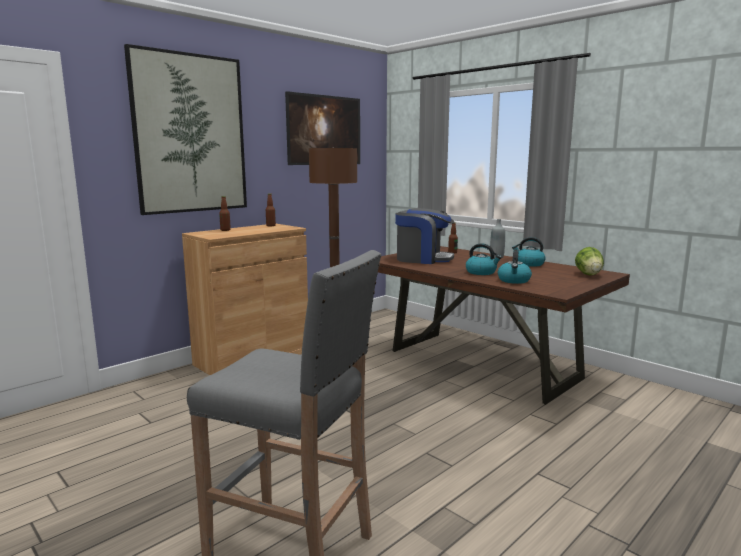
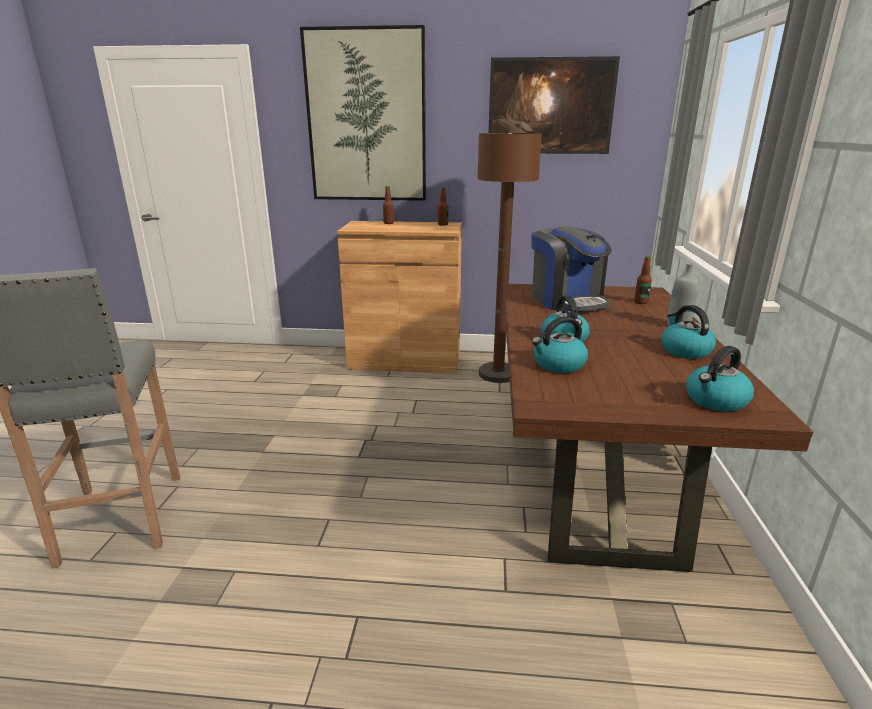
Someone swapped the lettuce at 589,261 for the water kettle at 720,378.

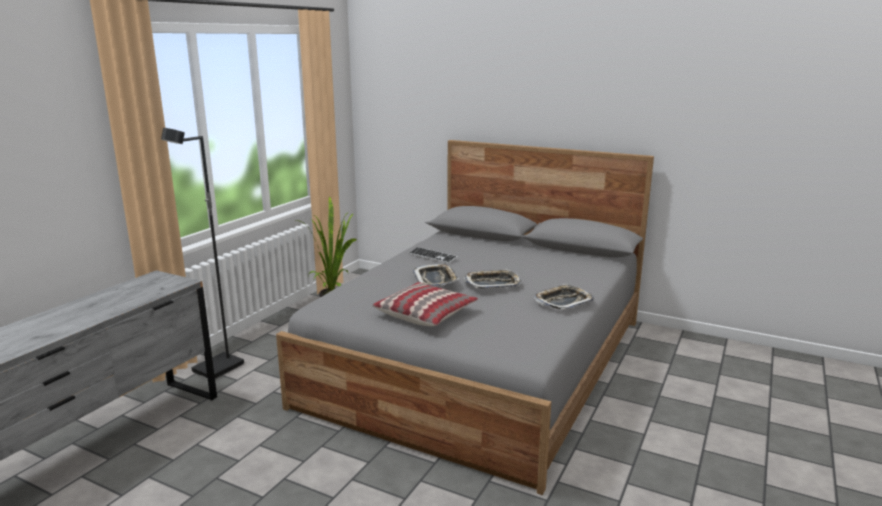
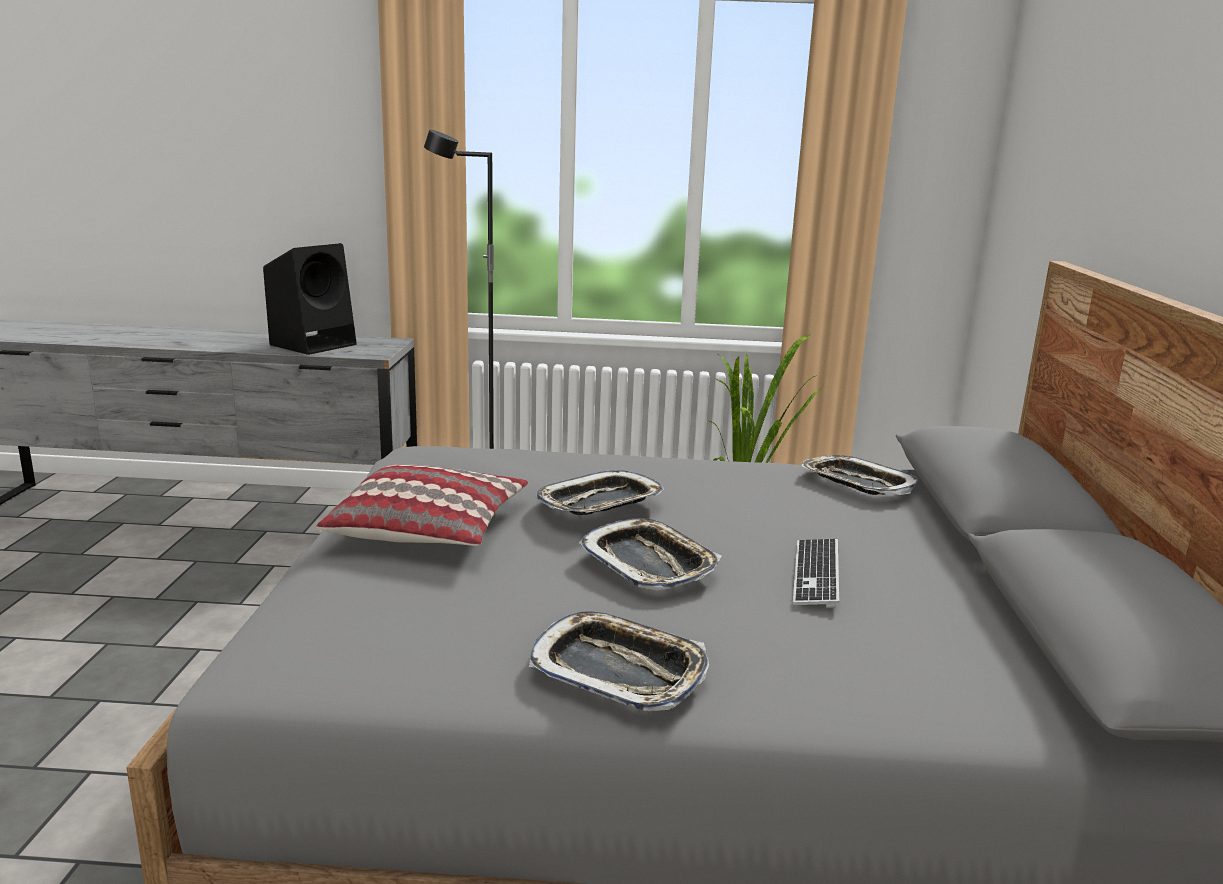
Someone carried the PC keyboard from 433,255 to 816,573.
Someone put down the blackish loudspeaker at 310,299.
Someone put down the carrying tray at 860,475.

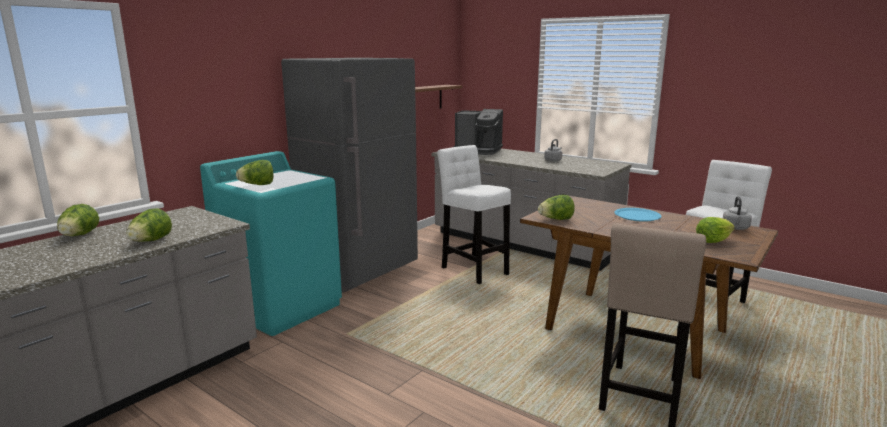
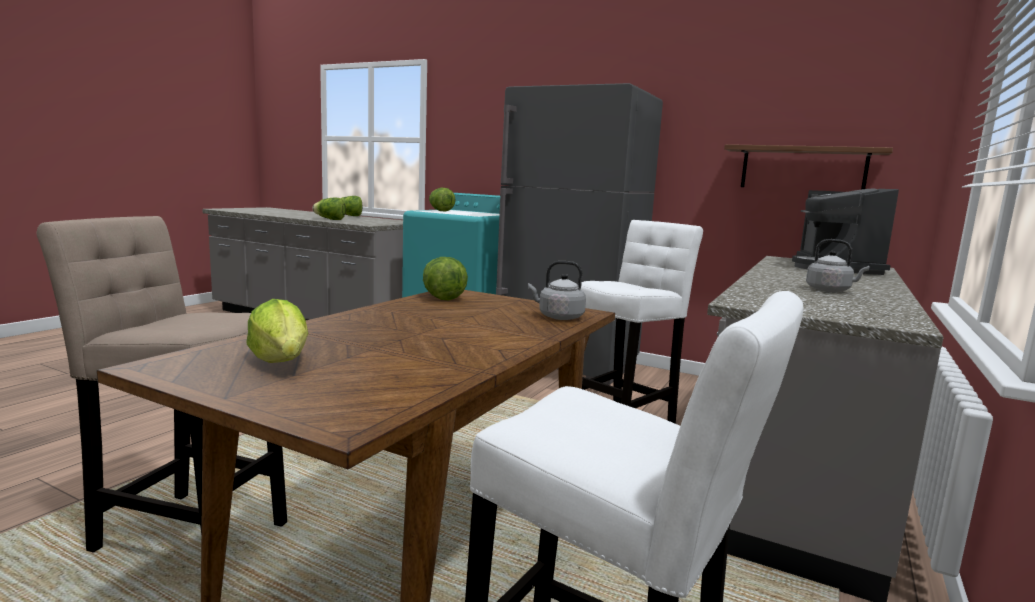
Someone carried the greyish water kettle from 737,213 to 557,290.
Someone took away the blue flat dish at 638,215.

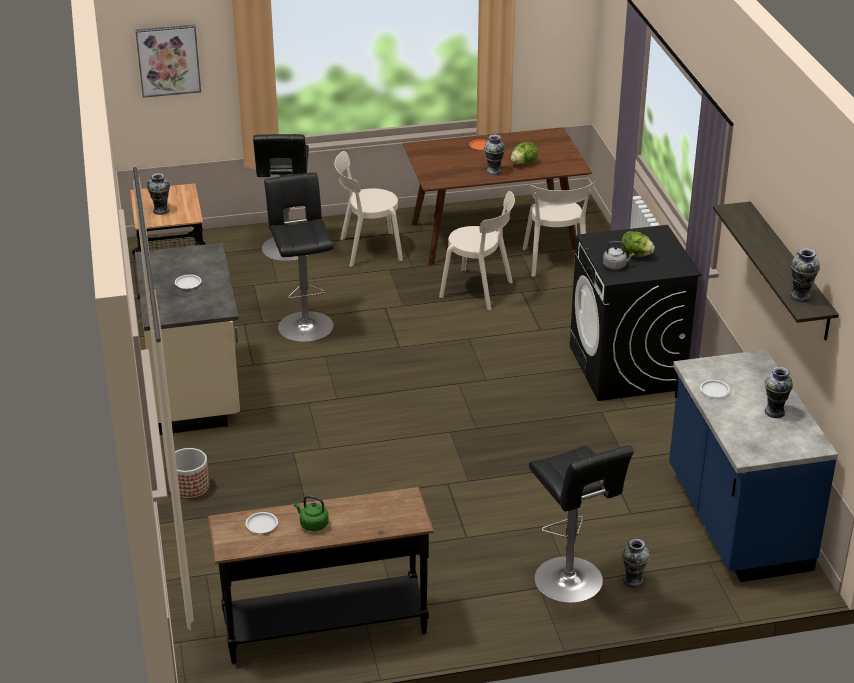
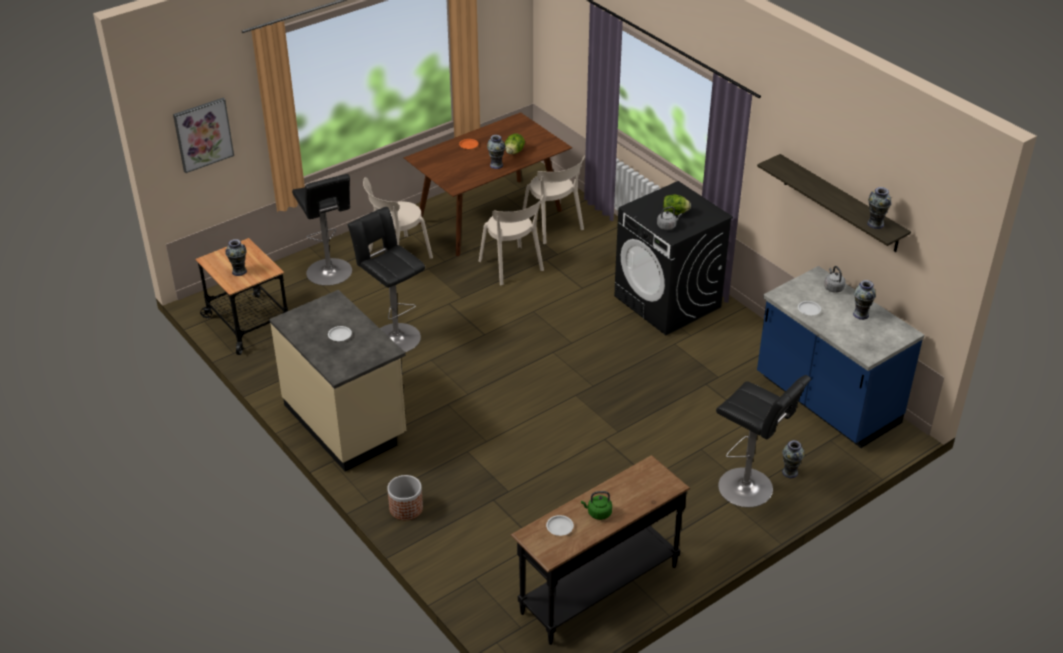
Someone rotated the sand-coloured chair at 477,250 by 60 degrees clockwise.
Someone put down the greyish water kettle at 835,279.

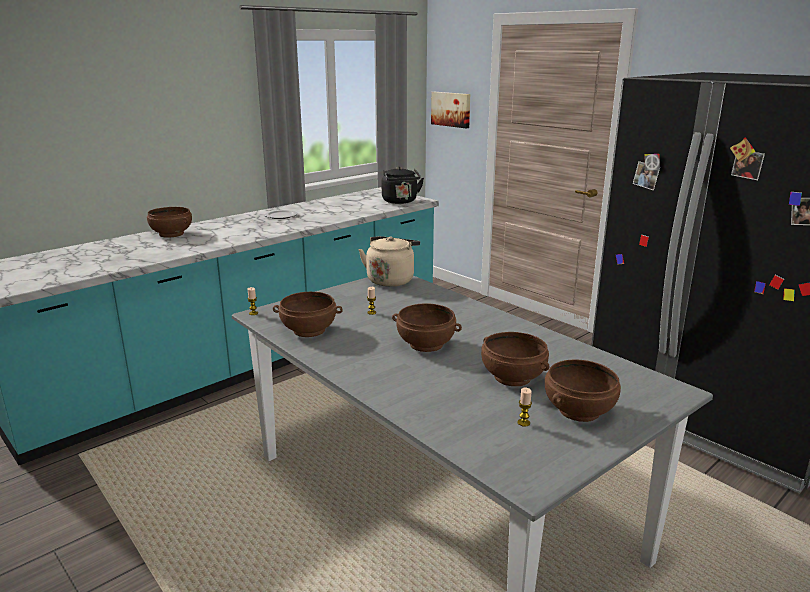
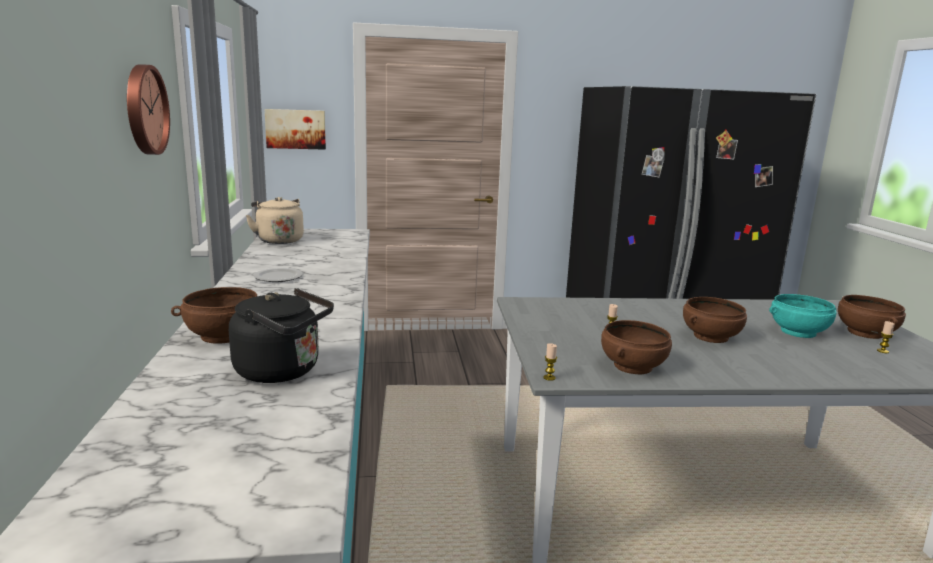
Someone carried the blackish water kettle from 403,185 to 281,335.
Someone carried the sand-coloured water kettle from 389,261 to 275,220.
Someone repainted the brown-coloured deep dish at 515,359, which became the turquoise deep dish at 802,316.
Someone put up the wall clock at 148,109.

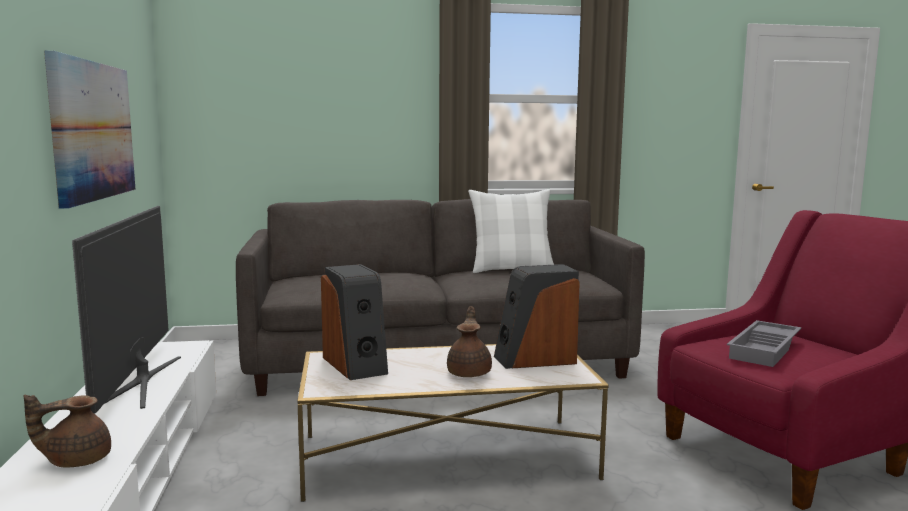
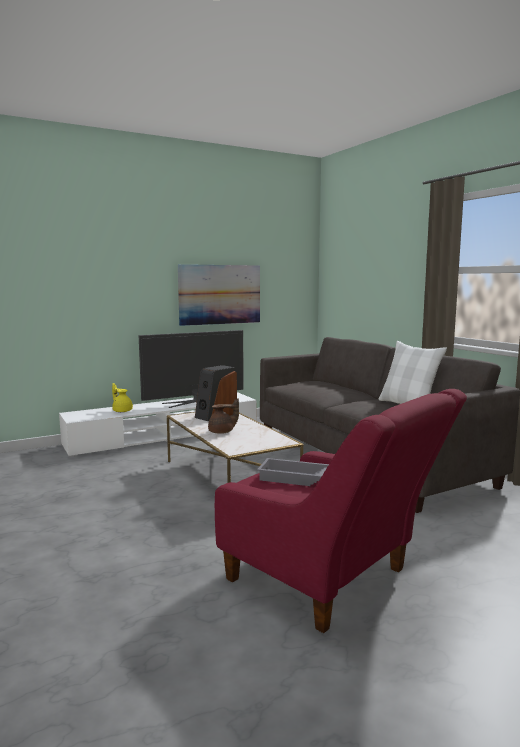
Someone took away the loudspeaker at 537,316.
Someone repainted the brown-coloured tea pot at 67,431, which became the yellowish tea pot at 122,397.

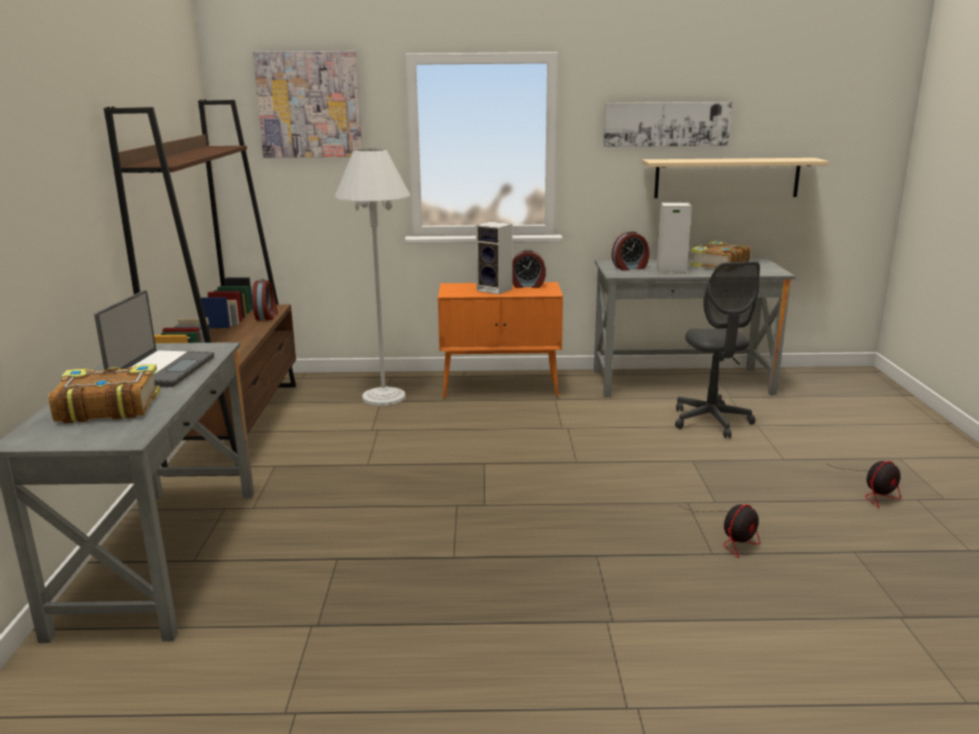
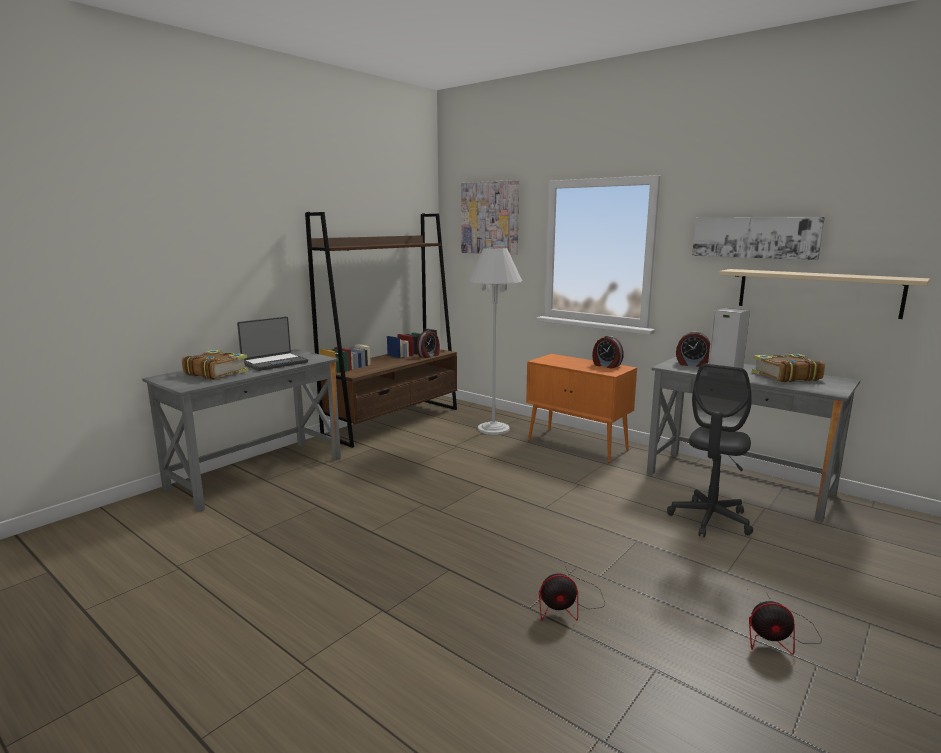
Someone took away the loudspeaker at 494,258.

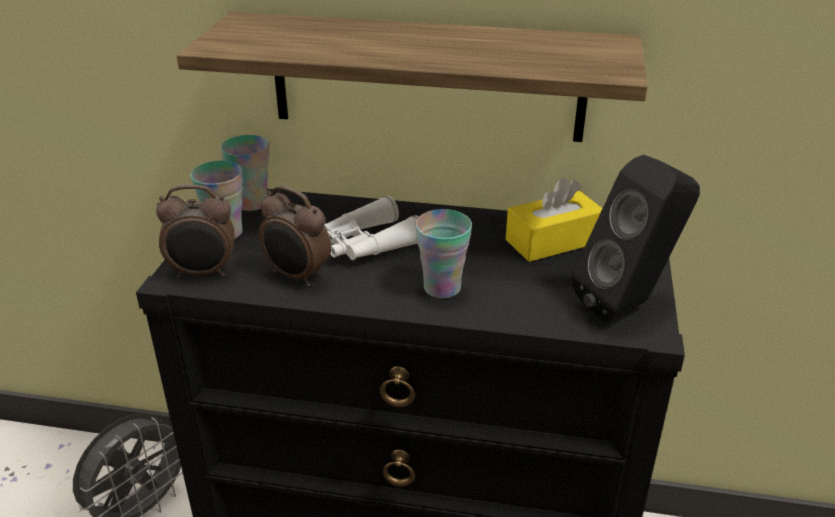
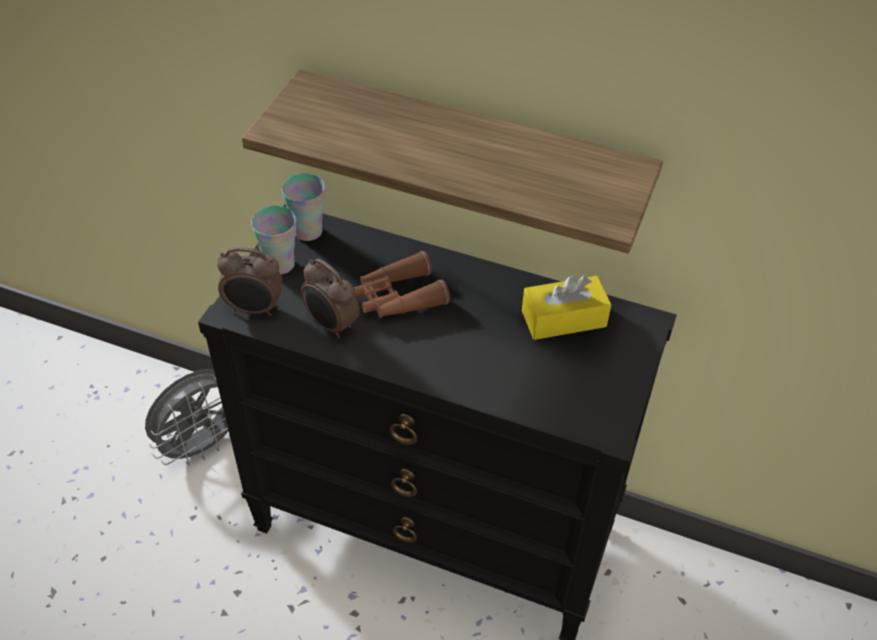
Someone took away the blackish loudspeaker at 636,238.
Someone repainted the whitish pair of binoculars at 371,228, which became the brown-coloured pair of binoculars at 402,284.
Someone took away the drinking cup at 443,253.

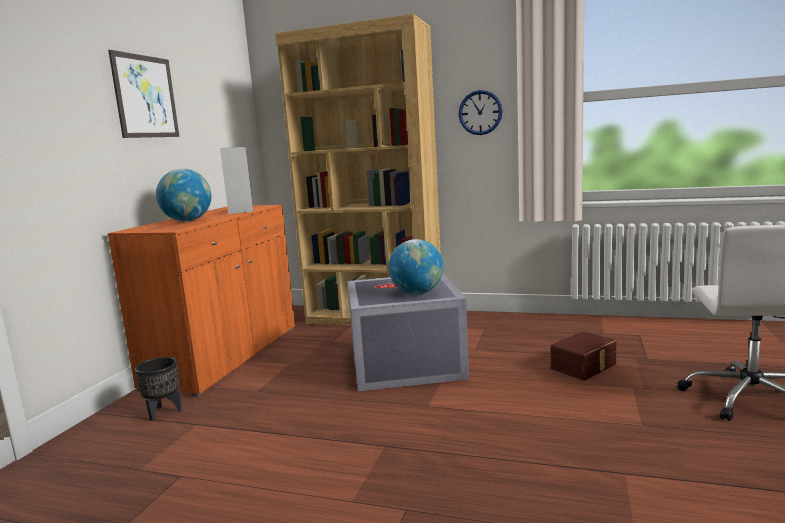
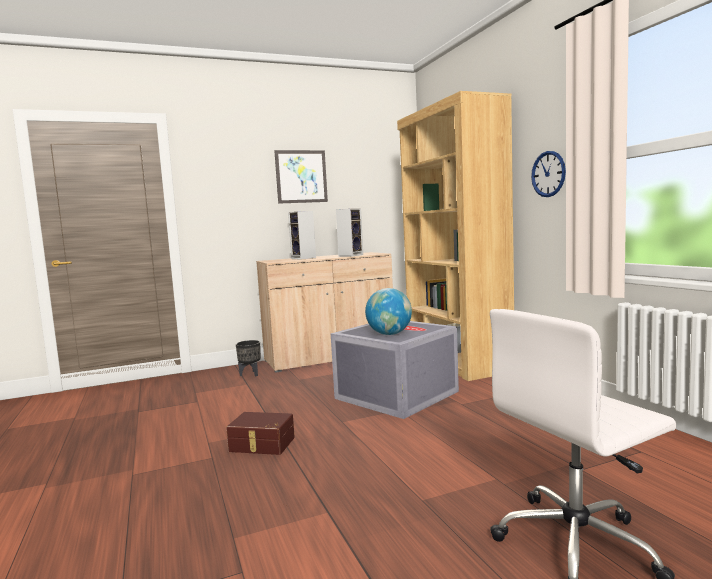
Someone swapped the desk globe at 183,195 for the loudspeaker at 302,235.
Someone repainted the orangey storage cabinet at 201,301, which became the sand-coloured storage cabinet at 324,312.
Someone carried the brown-coloured storage container from 584,356 to 260,433.

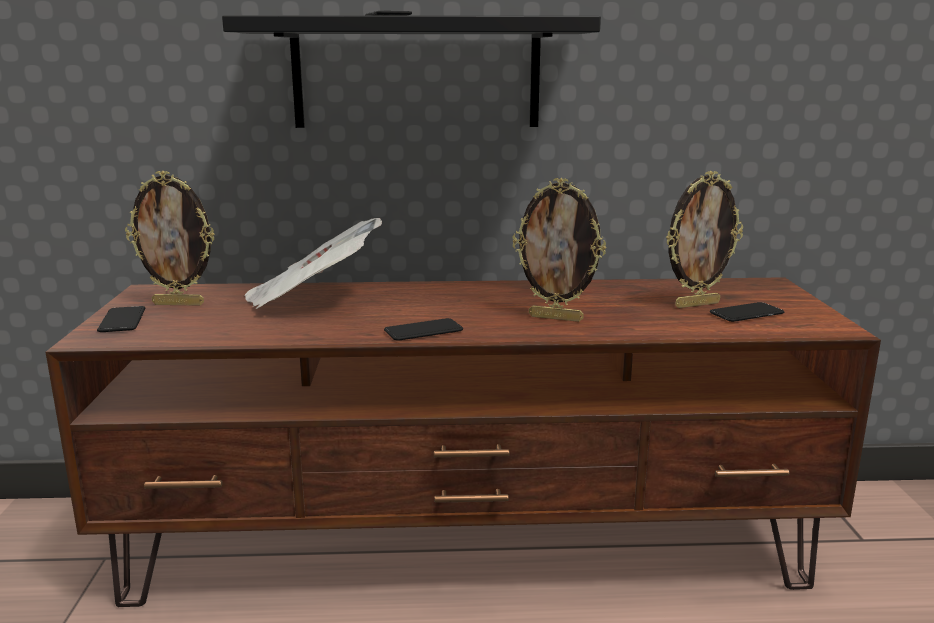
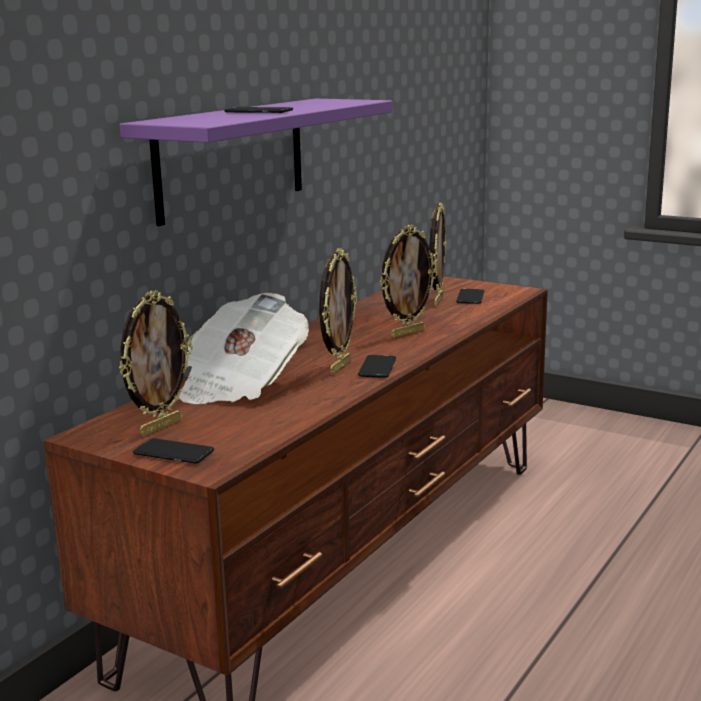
Someone repainted the blackish shelf at 411,71, which became the purple-coloured shelf at 256,162.
Someone put down the standing frame at 338,311.

